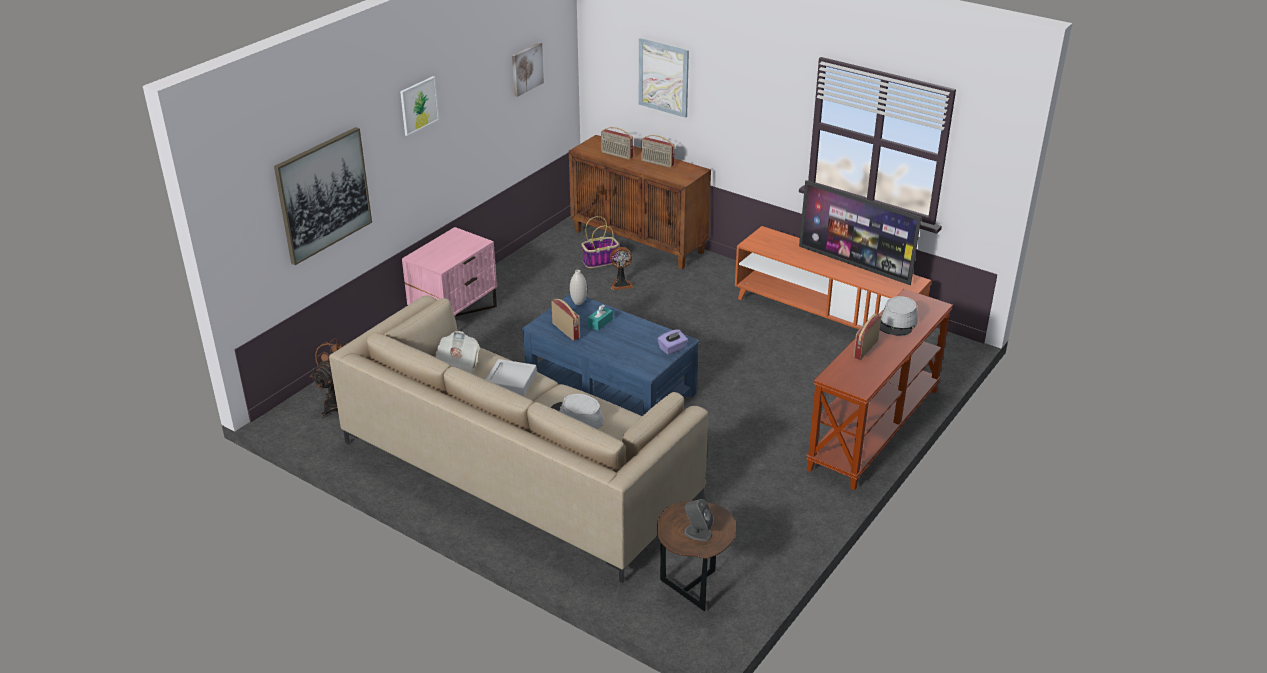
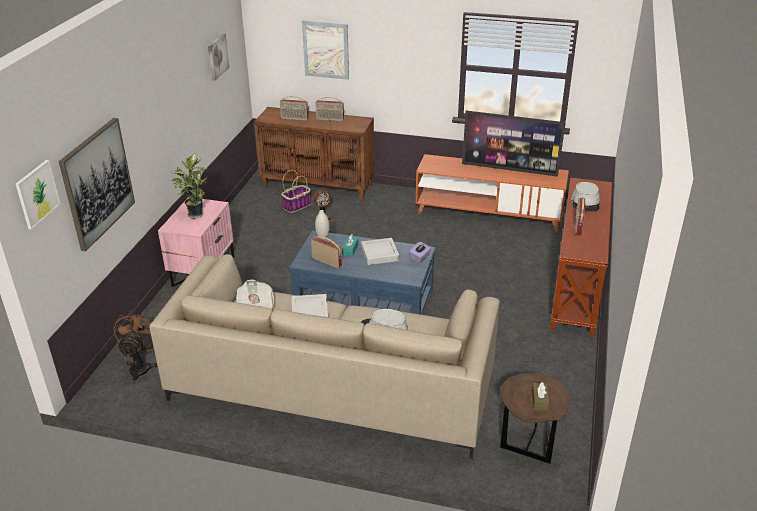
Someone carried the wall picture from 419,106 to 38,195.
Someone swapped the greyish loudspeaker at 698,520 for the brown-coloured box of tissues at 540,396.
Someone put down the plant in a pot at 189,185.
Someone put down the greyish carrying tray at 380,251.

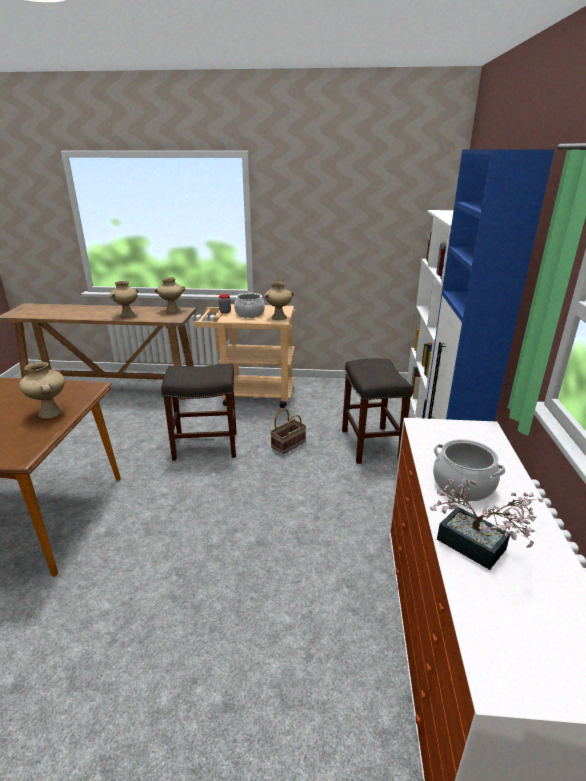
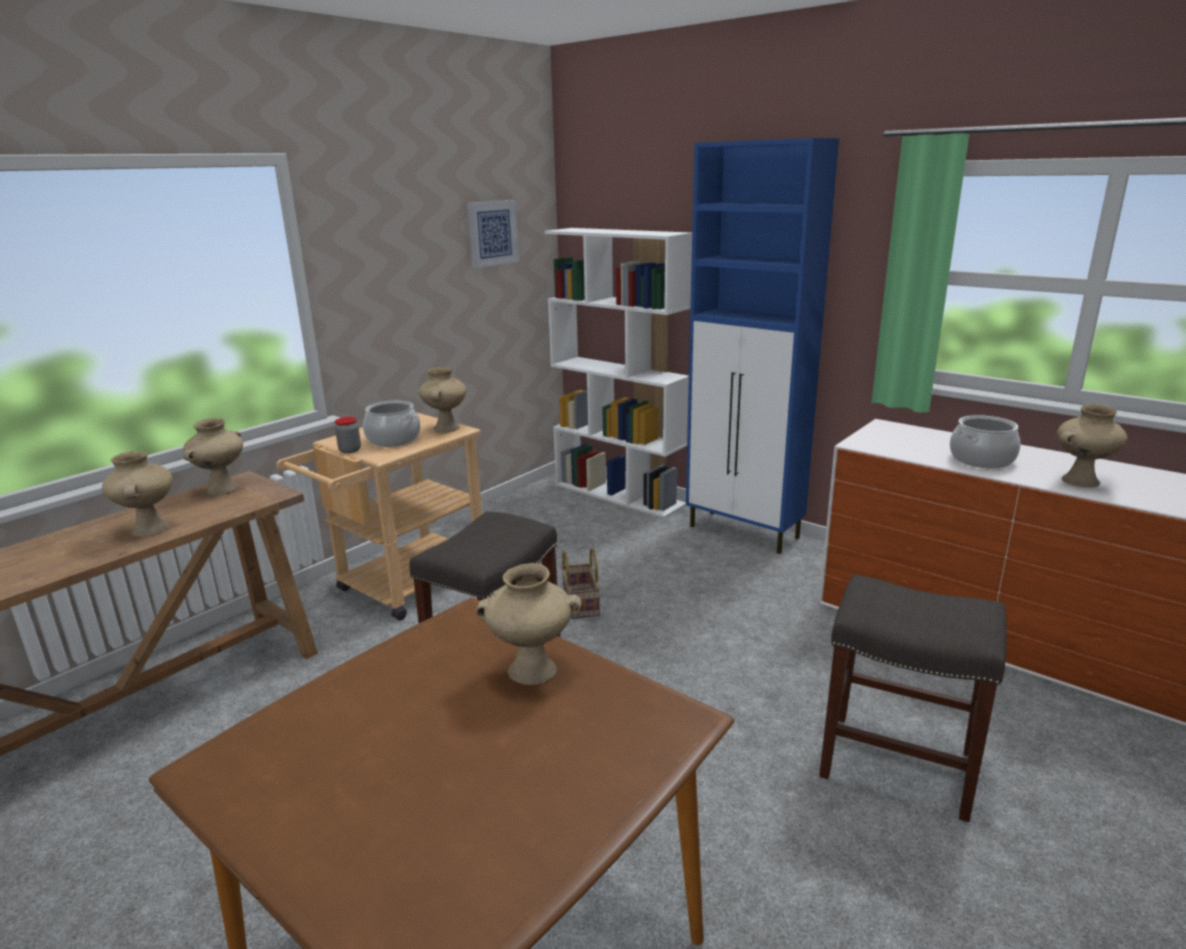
Someone carried the greyish stool seat from 377,411 to 913,698.
Someone swapped the plant in a pot at 486,524 for the sand-coloured flower vase at 1092,445.
Someone put up the wall picture at 493,234.

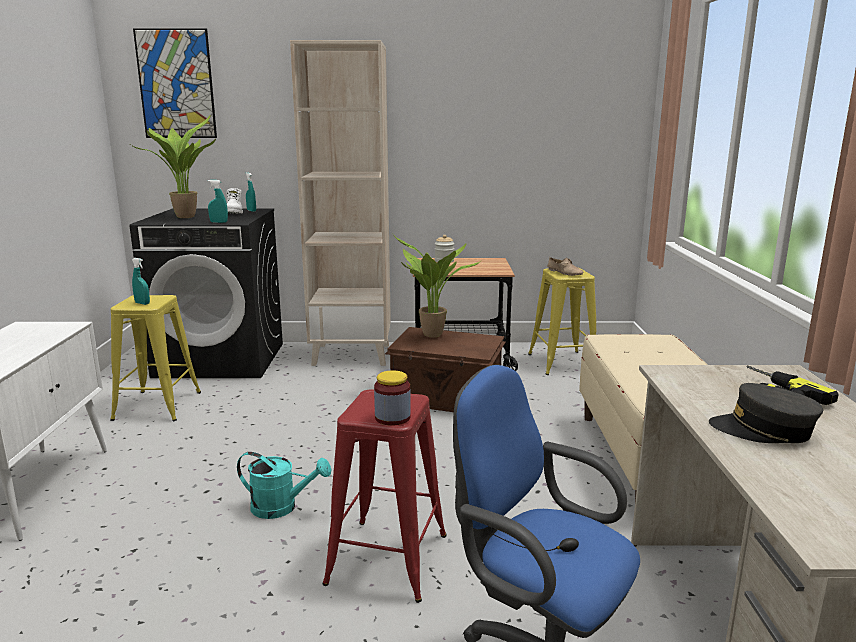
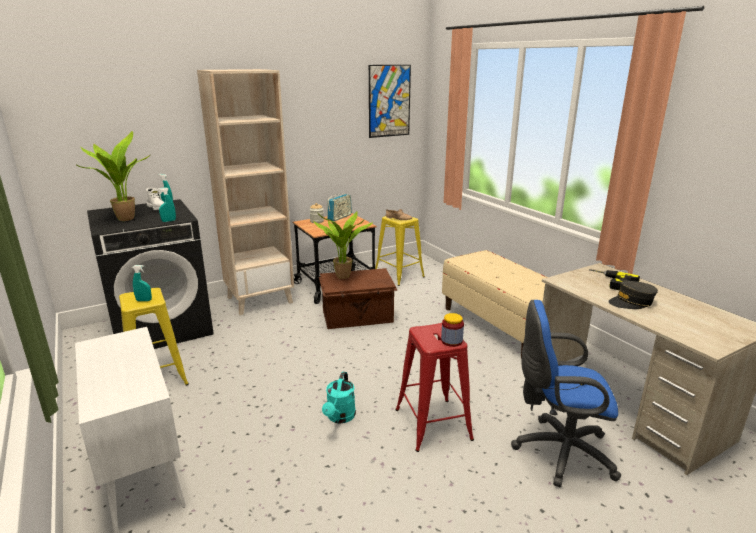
Someone carried the wall picture from 175,83 to 390,101.
Someone rotated the turquoise watering pot at 284,485 by 120 degrees clockwise.
Someone put down the radio set at 339,207.

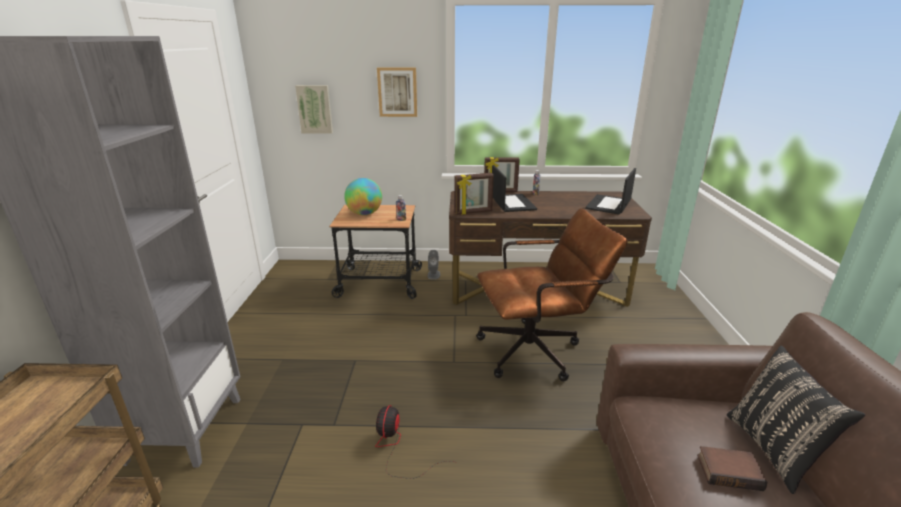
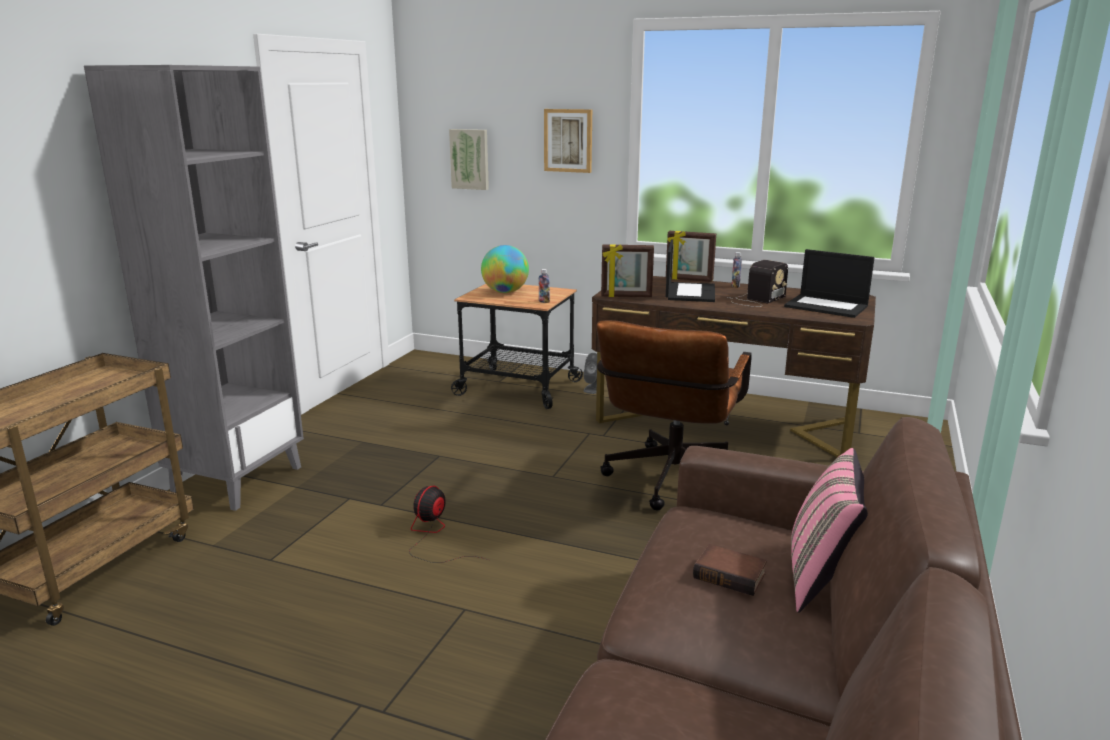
Someone rotated the notebook computer at 610,191 by 105 degrees counterclockwise.
Someone rotated the brown-coloured office chair at 552,295 by 105 degrees clockwise.
Someone repainted the blackish cushion at 796,420, which became the pink cushion at 829,530.
Someone put down the radio set at 758,283.

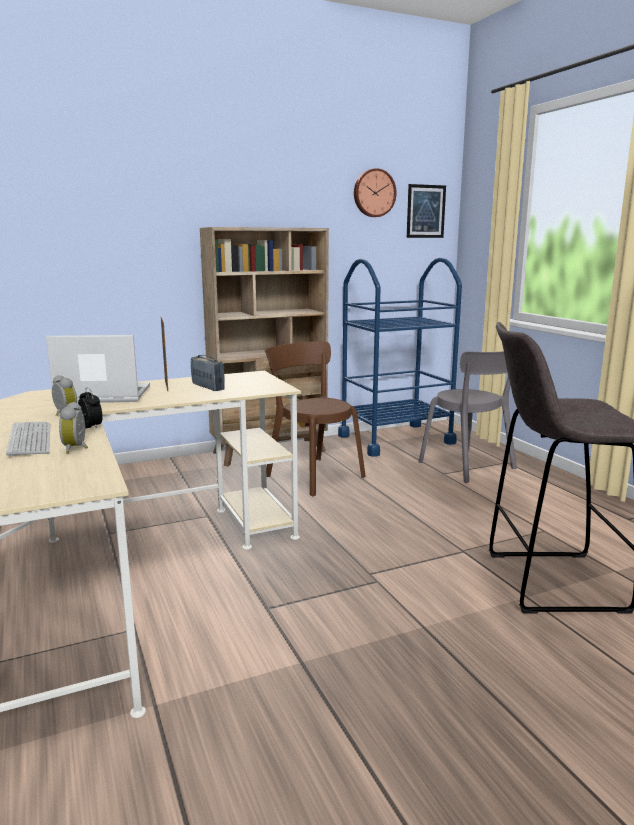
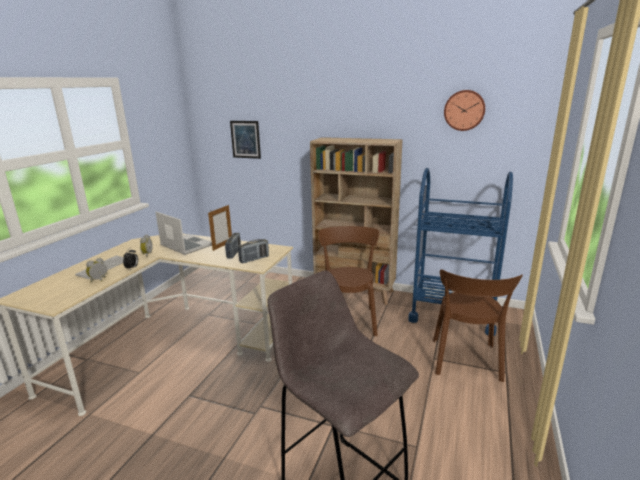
Someone carried the wall picture from 426,211 to 245,140.
Someone repainted the greyish chair at 467,417, which became the brown-coloured chair at 478,325.
Someone put down the radio set at 253,251.

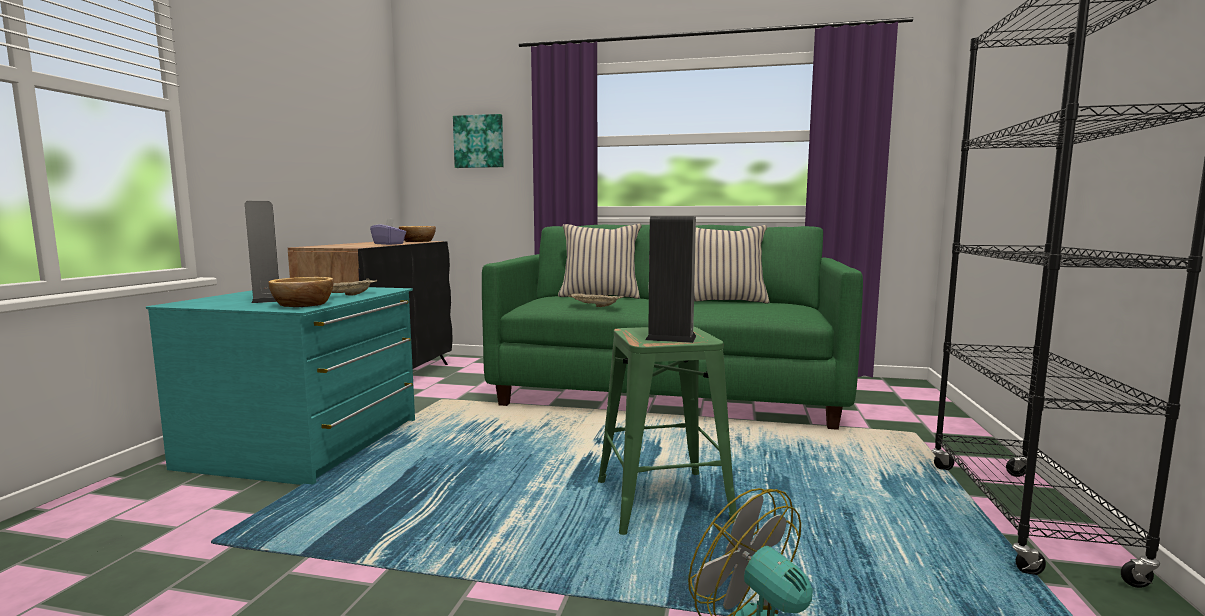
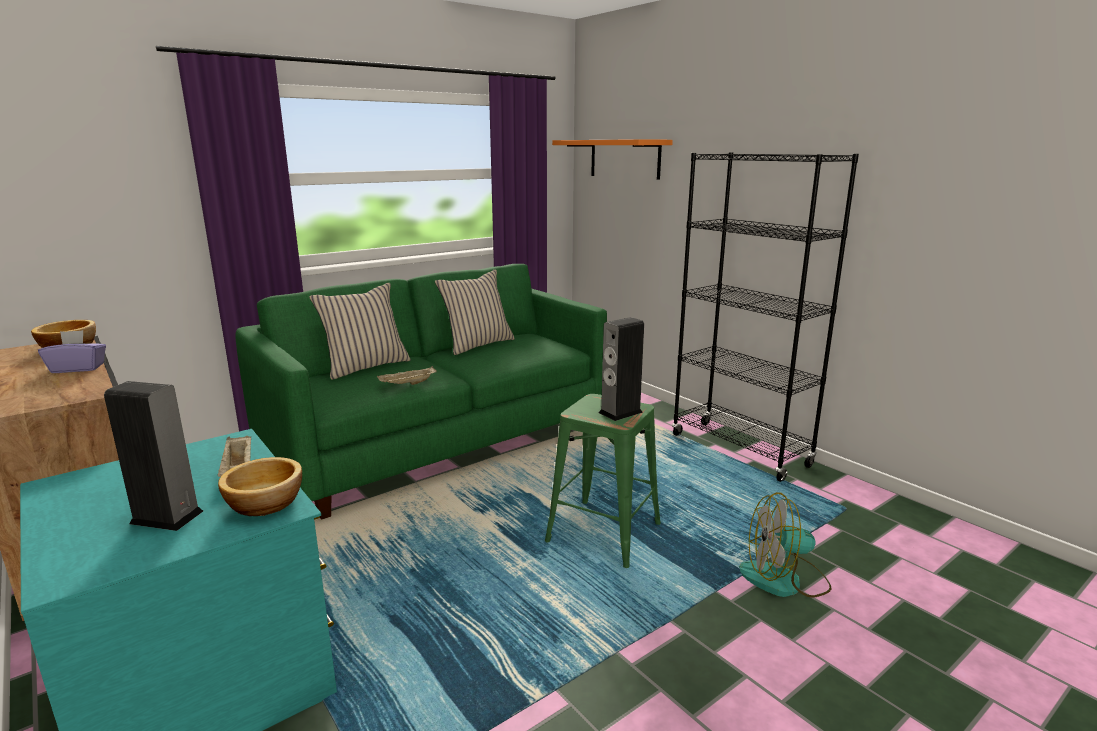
Someone took away the wall picture at 478,141.
Someone put up the orangey shelf at 612,159.

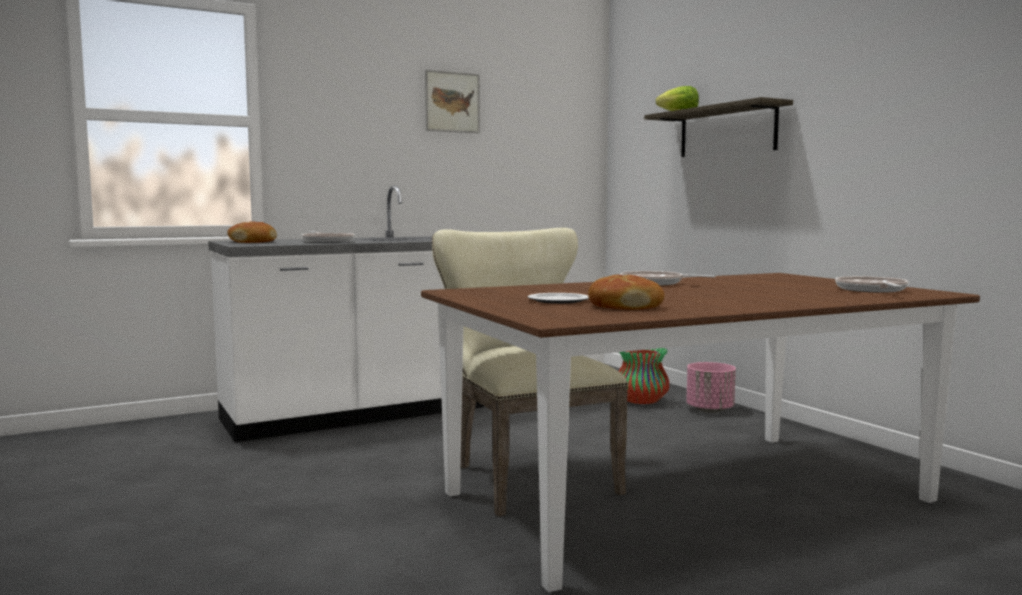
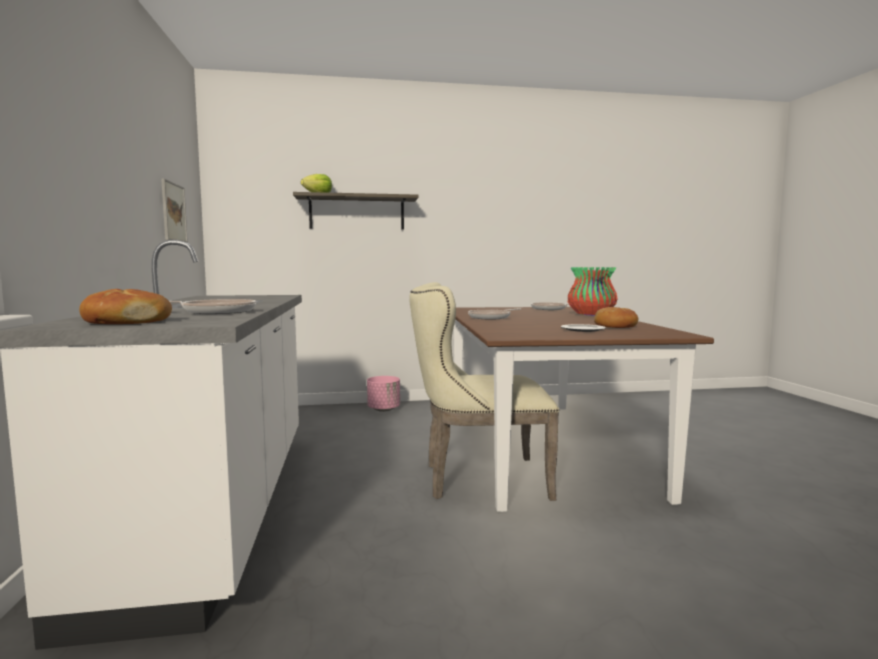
Someone carried the wall picture from 452,101 to 174,211.
Someone carried the flower vase from 644,376 to 593,291.

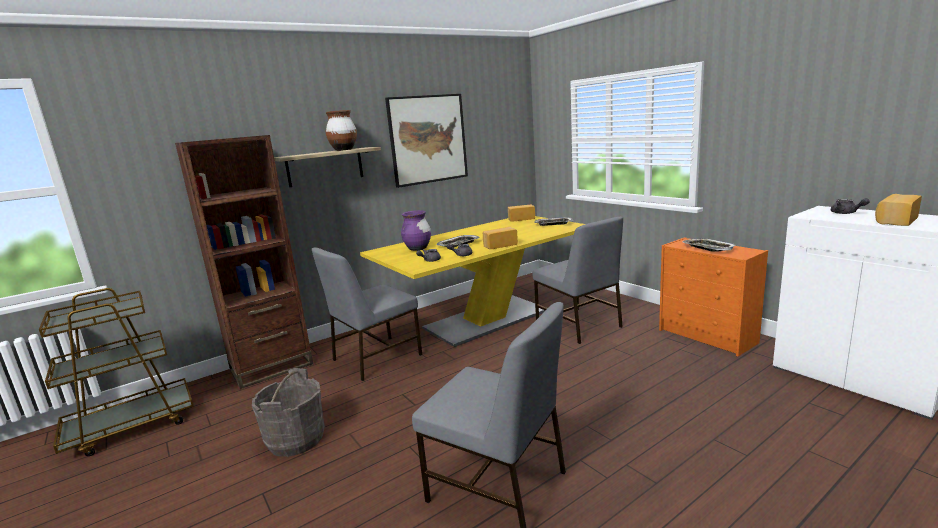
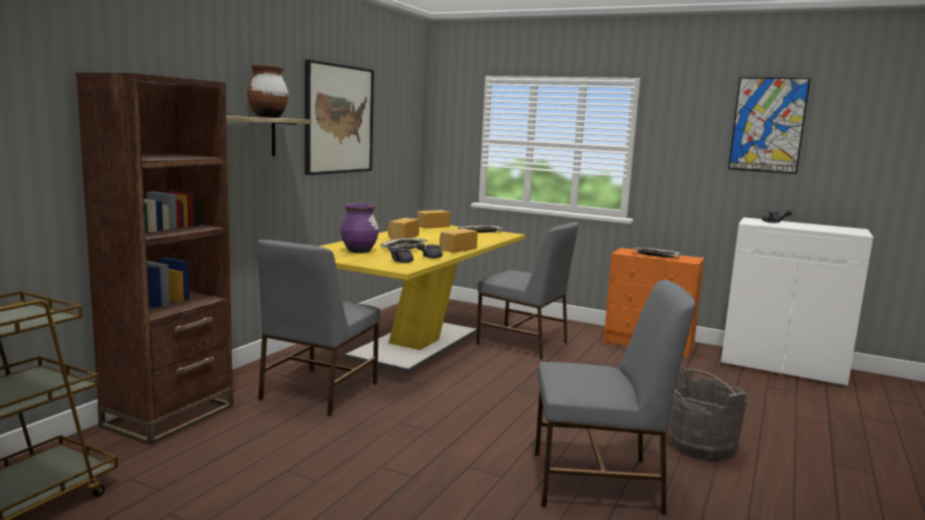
Someone carried the bread from 898,210 to 403,228.
Someone carried the greyish water bucket from 288,412 to 708,414.
Someone put up the wall picture at 769,125.

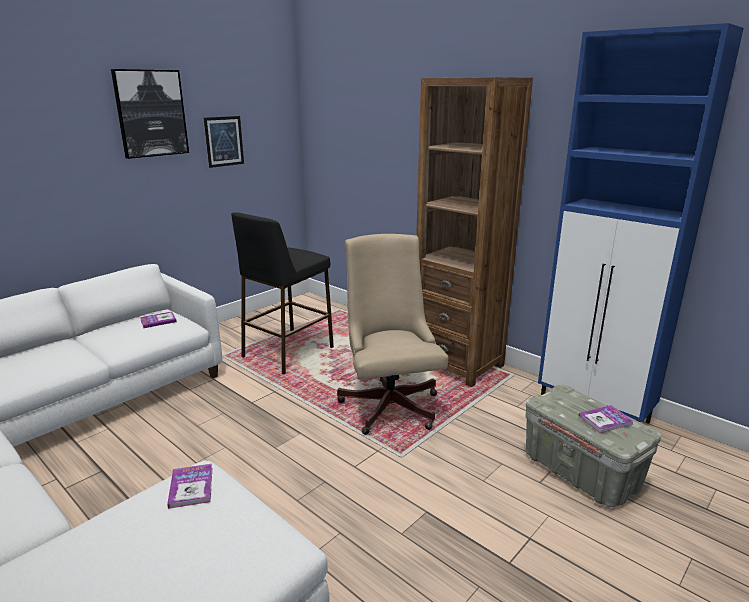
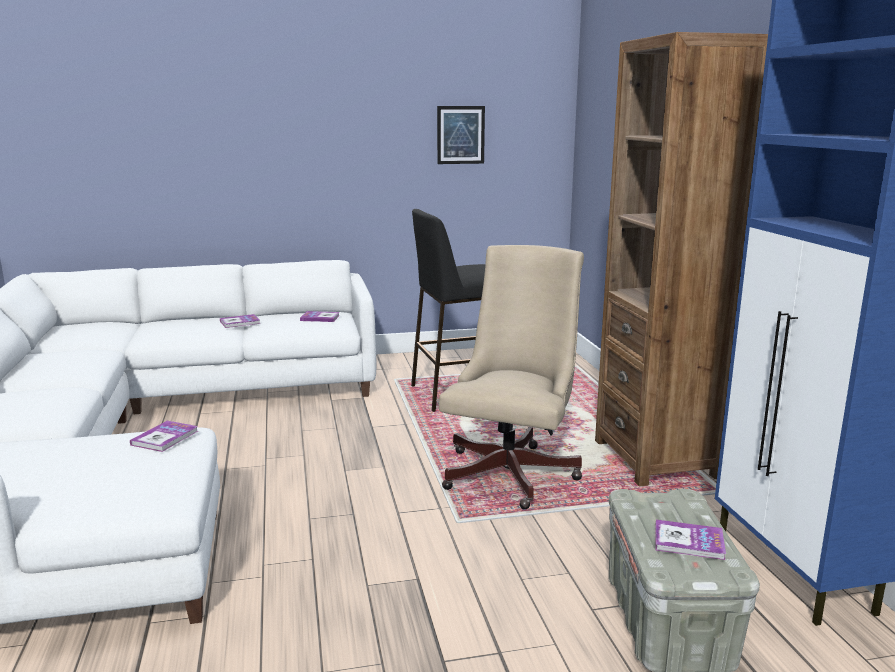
Someone took away the wall picture at 150,114.
Someone put down the volume at 240,321.

